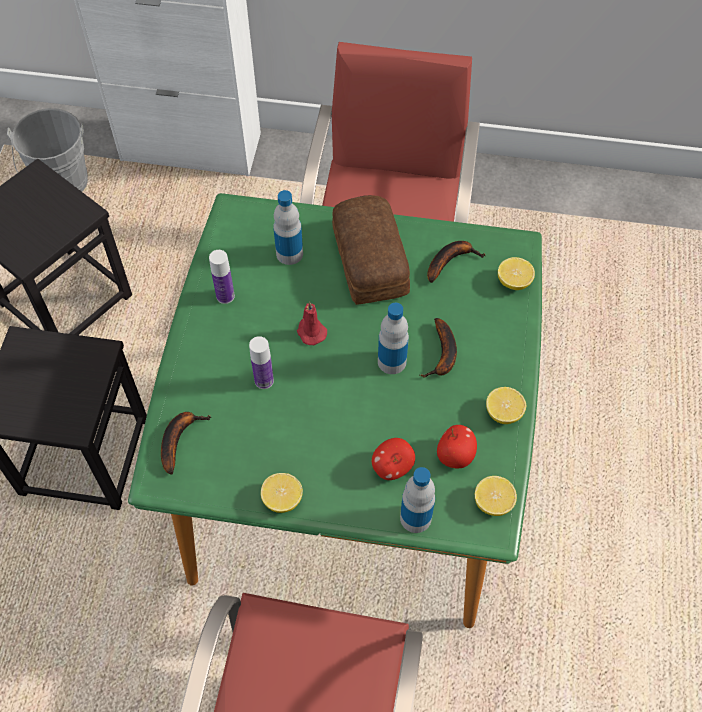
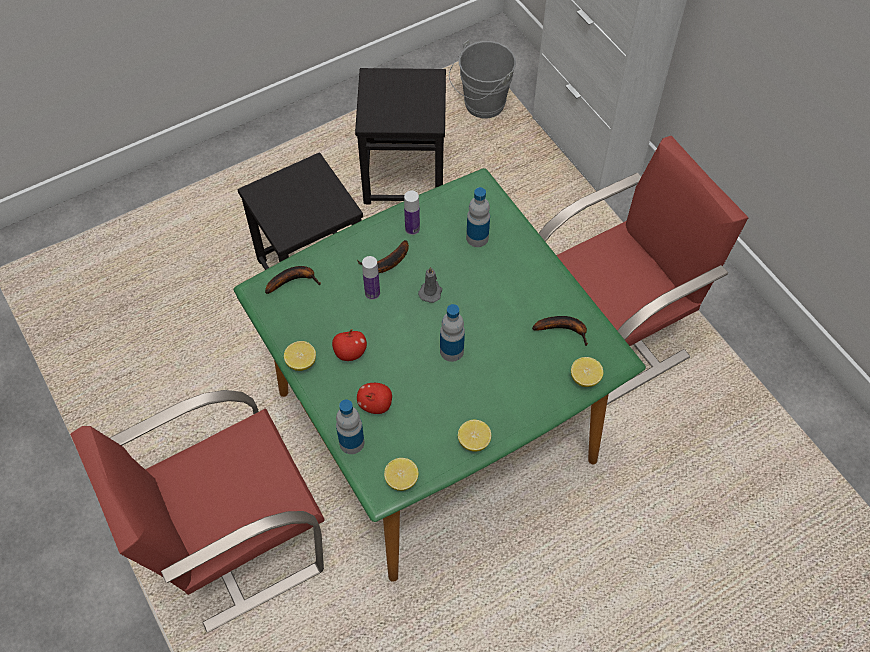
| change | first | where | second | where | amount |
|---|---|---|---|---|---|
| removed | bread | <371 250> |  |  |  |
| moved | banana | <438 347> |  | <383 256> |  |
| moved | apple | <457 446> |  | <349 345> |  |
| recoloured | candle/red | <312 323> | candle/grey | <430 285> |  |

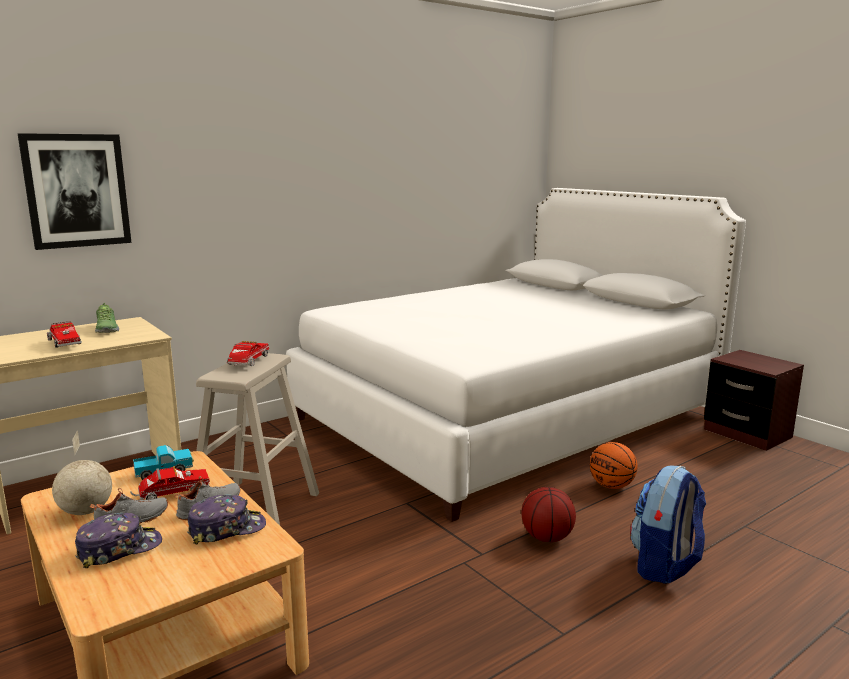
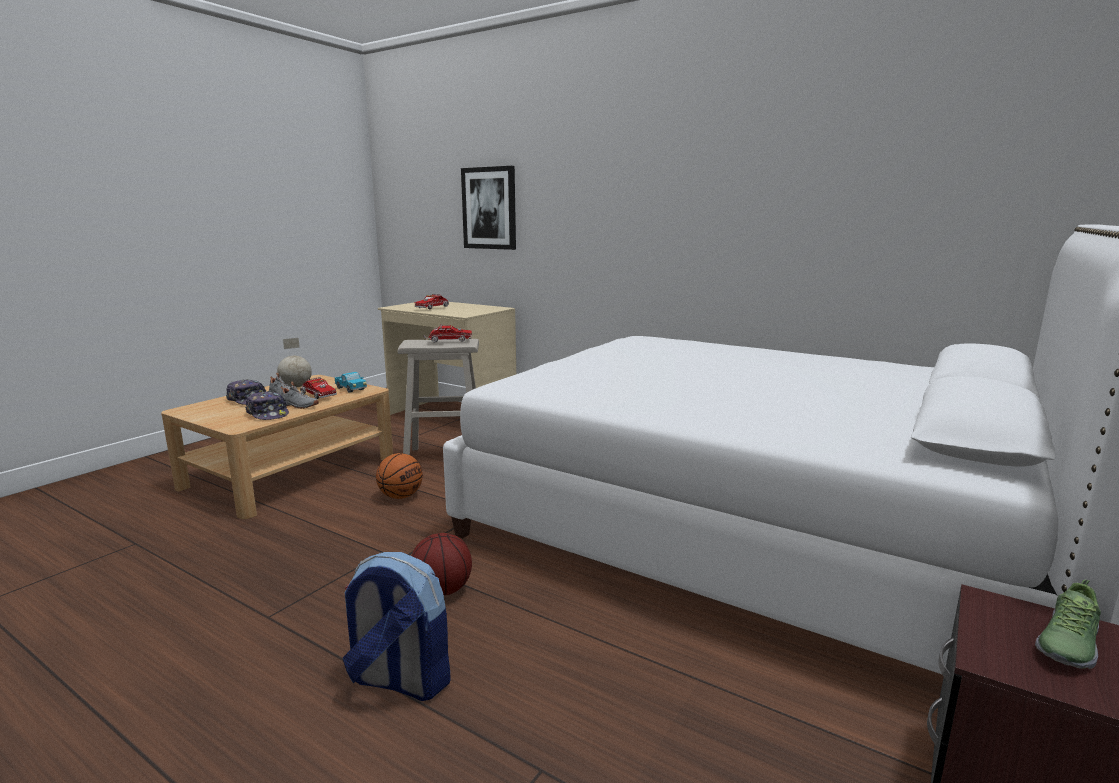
| change | first | where | second | where | amount |
|---|---|---|---|---|---|
| moved | shoe | <107 318> |  | <1068 624> |  |
| moved | basketball | <614 465> |  | <399 476> |  |

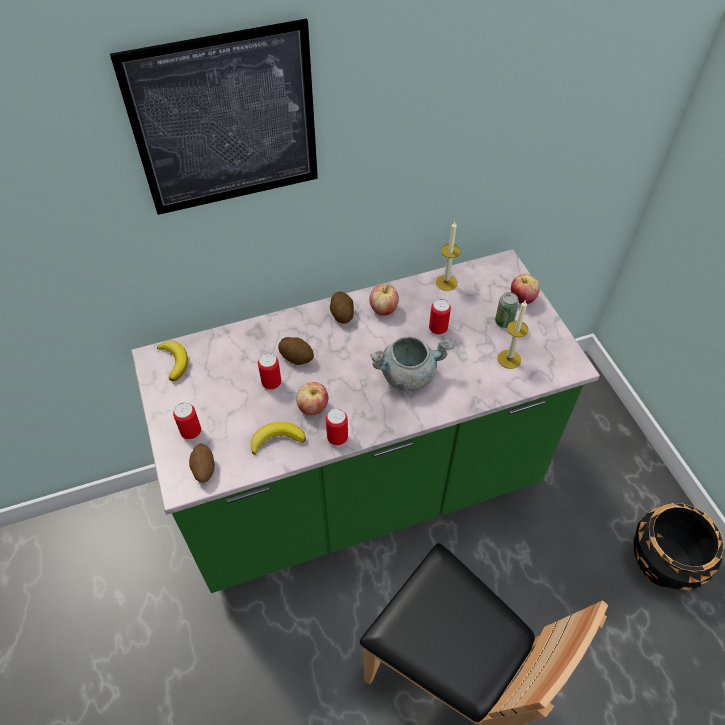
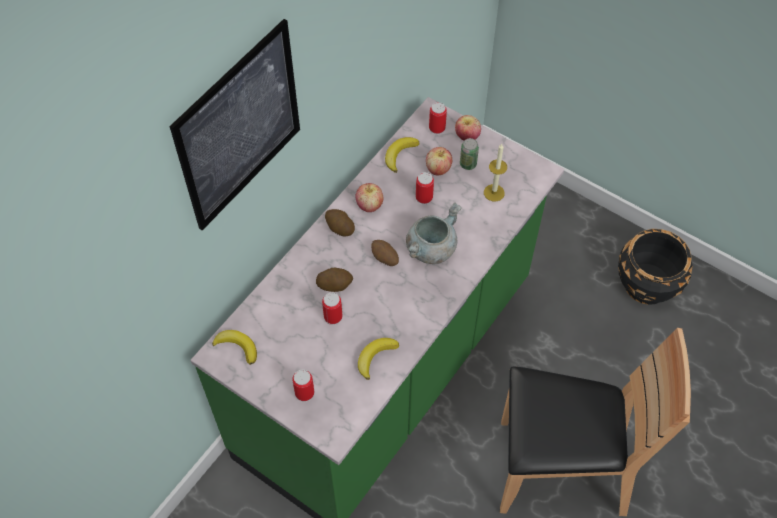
| change | first | where | second | where | amount |
|---|---|---|---|---|---|
| moved | potato | <202 463> |  | <385 253> |  |
| moved | apple | <312 398> |  | <439 161> |  |
| moved | can | <337 427> |  | <438 118> |  |
| replaced | candle | <448 256> | banana | <402 155> |  |

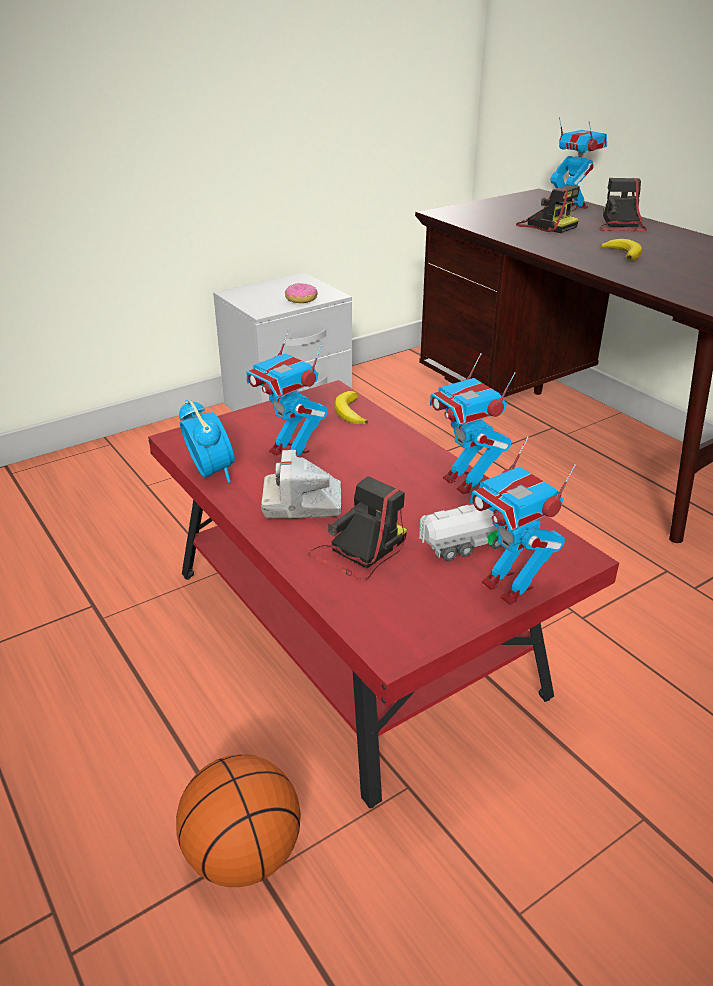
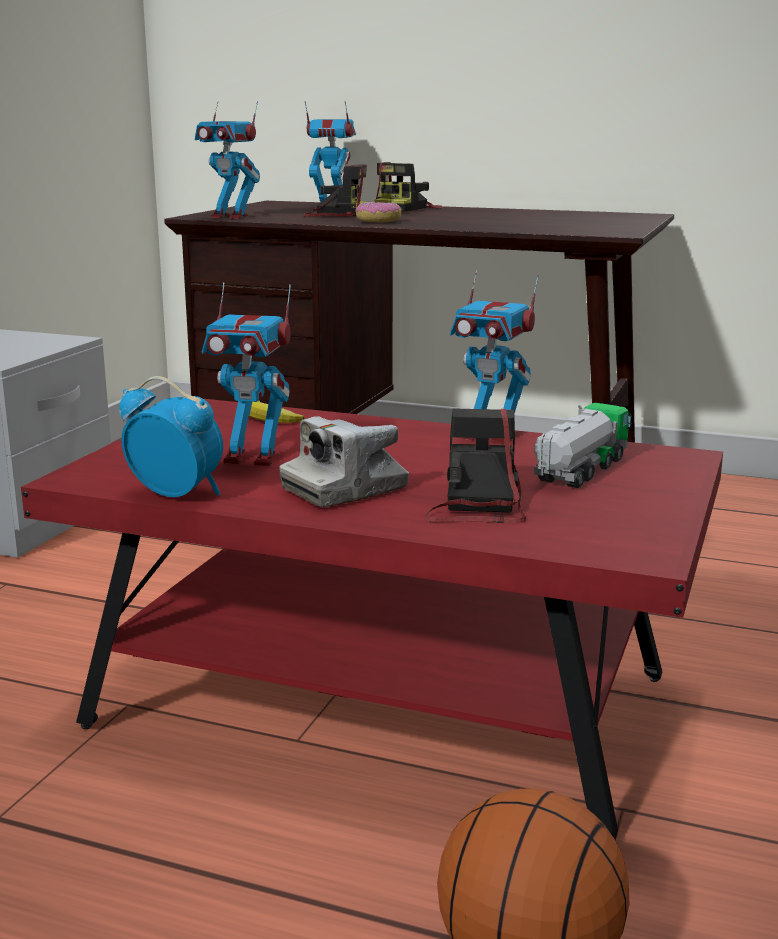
| change | first | where | second | where | amount |
|---|---|---|---|---|---|
| removed | banana | <621 250> |  |  |  |
| moved | donut | <301 293> |  | <379 212> |  |
| moved | toy robot | <522 521> |  | <227 160> |  |
| turned | photo camera | <623 204> |  | <409 187> | 120 degrees counterclockwise |

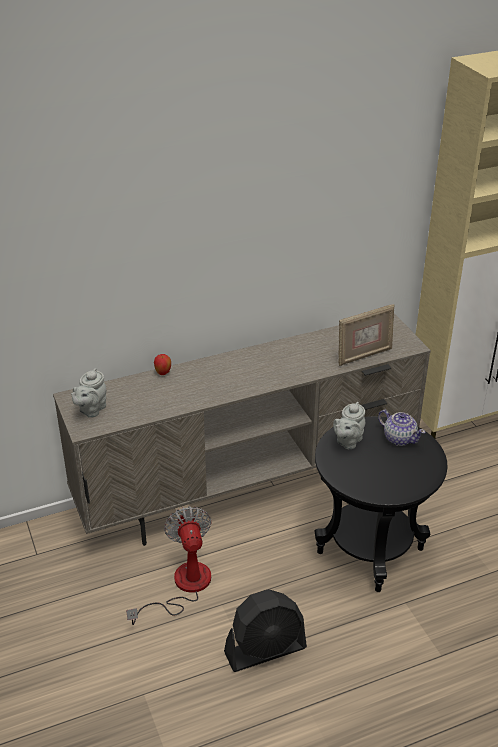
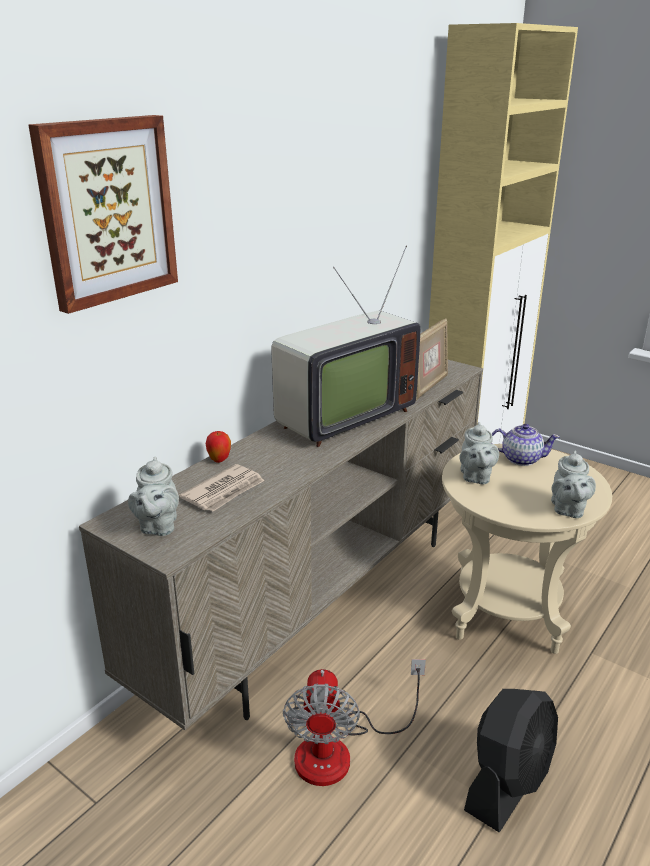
| change | first | where | second | where | amount |
|---|---|---|---|---|---|
| added |  |  | picture | <103 214> |  |
| added |  |  | newspaper | <221 487> |  |
| added |  |  | television | <346 346> |  |
| added |  |  | teapot/grey | <573 484> |  |
| recoloured | side table/black | <381 504> | side table/beige | <527 549> |  |
| turned | fan | <168 565> |  | <354 722> | 135 degrees counterclockwise |

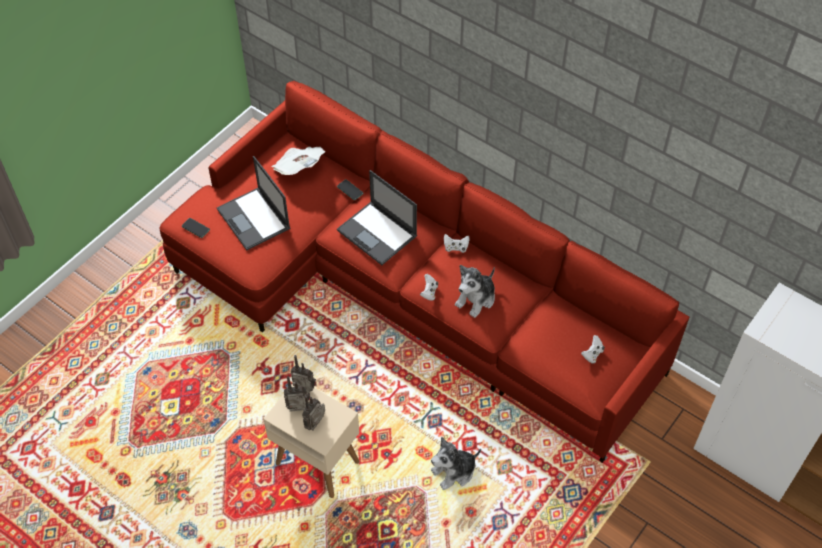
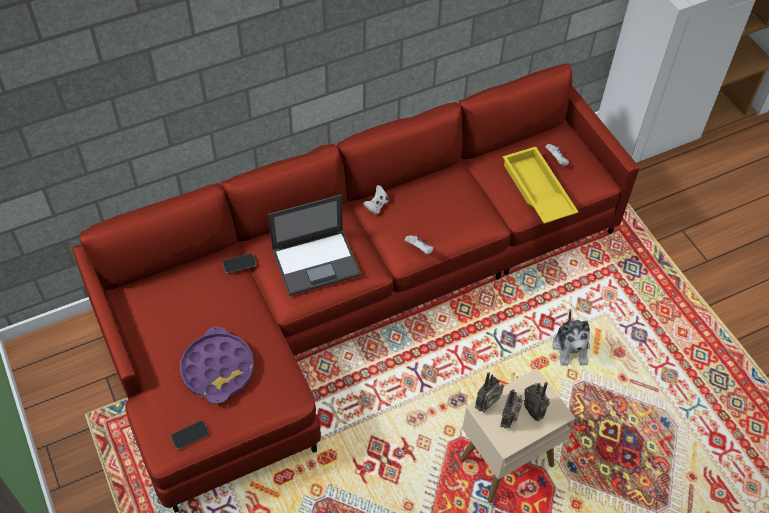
| change | first | where | second | where | amount |
|---|---|---|---|---|---|
| removed | newspaper | <298 161> |  |  |  |
| removed | plush toy | <475 291> |  |  |  |
| added |  |  | tray/yellow | <540 185> |  |
| replaced | laptop | <253 203> | tray/purple | <217 365> |  |

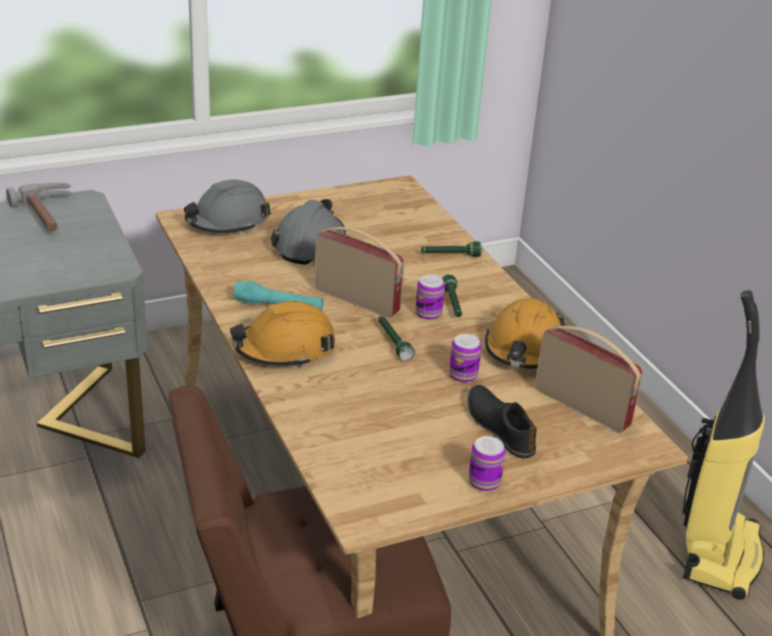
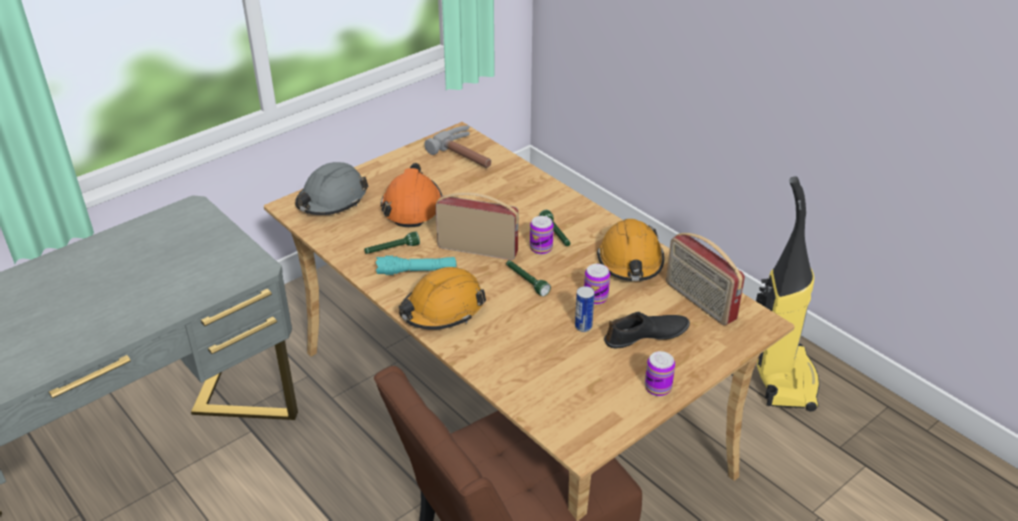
| change | first | where | second | where | amount |
|---|---|---|---|---|---|
| added |  |  | can | <585 309> |  |
| moved | hammer | <38 207> |  | <457 147> |  |
| moved | flashlight/green | <451 249> |  | <392 242> |  |
| recoloured | hard hat/grey | <308 232> | hard hat/orange | <411 195> |  |
| turned | shoe/black | <502 421> |  | <647 330> | 120 degrees clockwise |
| turned | radio | <589 379> |  | <705 279> | 150 degrees counterclockwise |

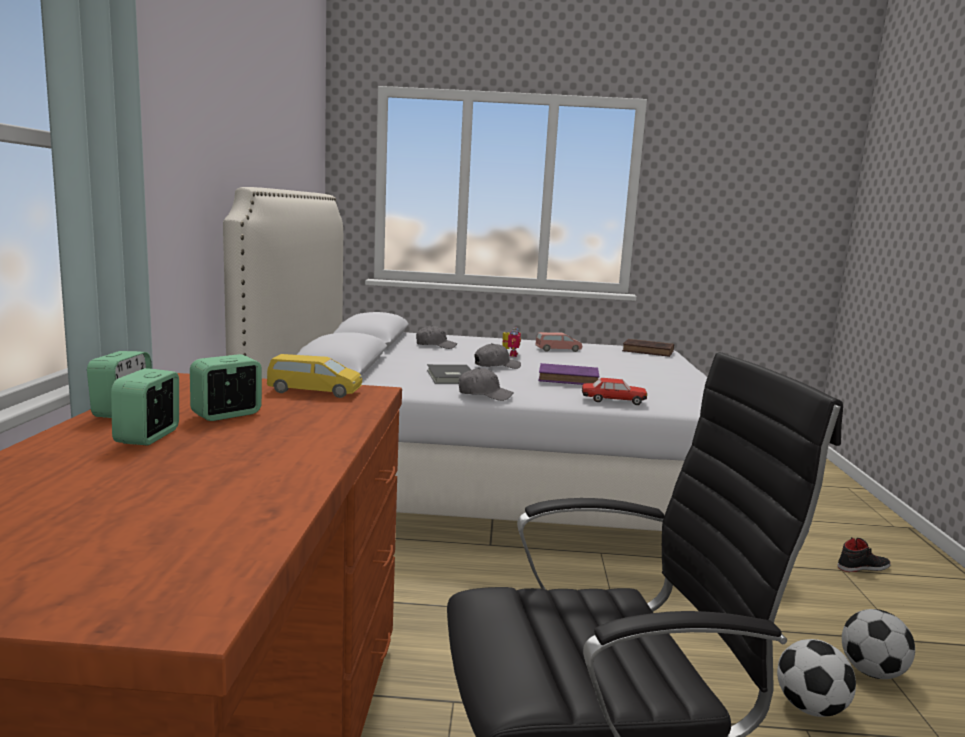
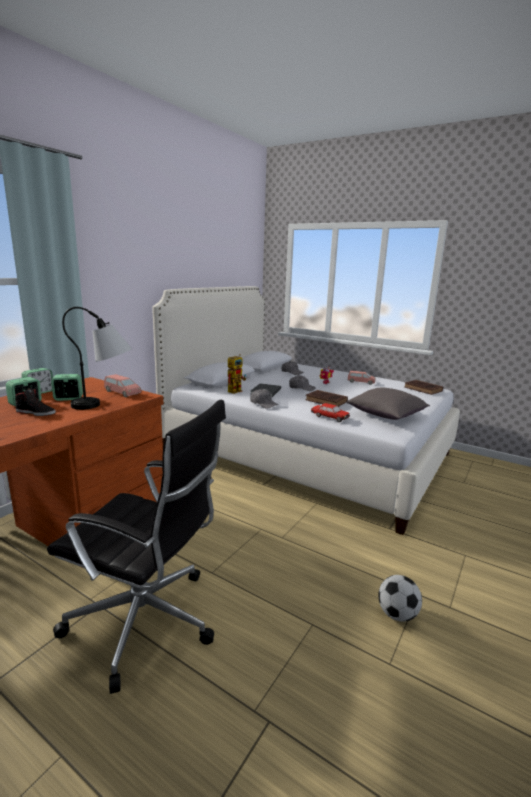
| change | first | where | second | where | amount |
|---|---|---|---|---|---|
| removed | football | <816 678> |  |  |  |
| added |  |  | table lamp | <97 358> |  |
| added |  |  | toy robot | <237 374> |  |
| added |  |  | pillow/grey | <388 404> |  |
| moved | shoe/black | <864 554> |  | <35 402> |  |
| recoloured | toy car/yellow | <314 376> | toy car/pink | <122 385> |  |
| recoloured | book/purple | <568 374> | book/brown | <327 398> |  |

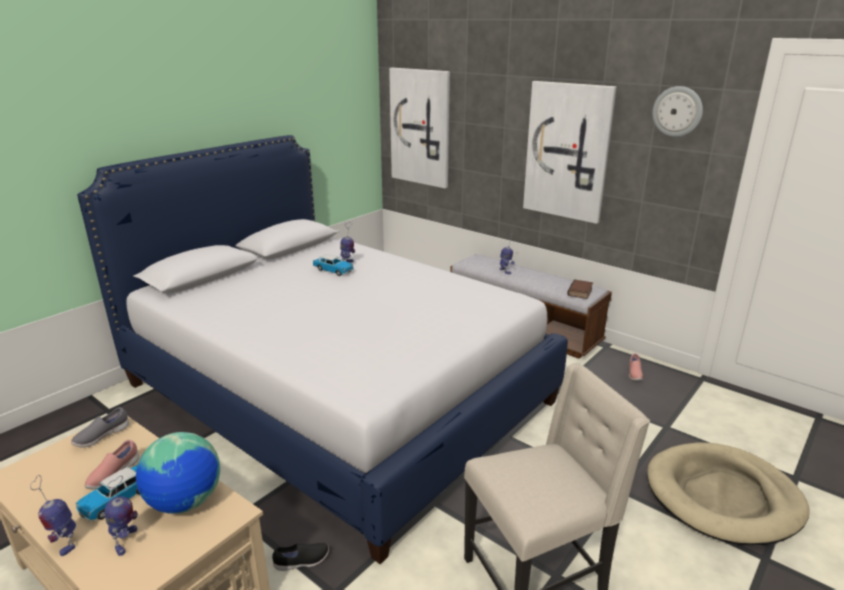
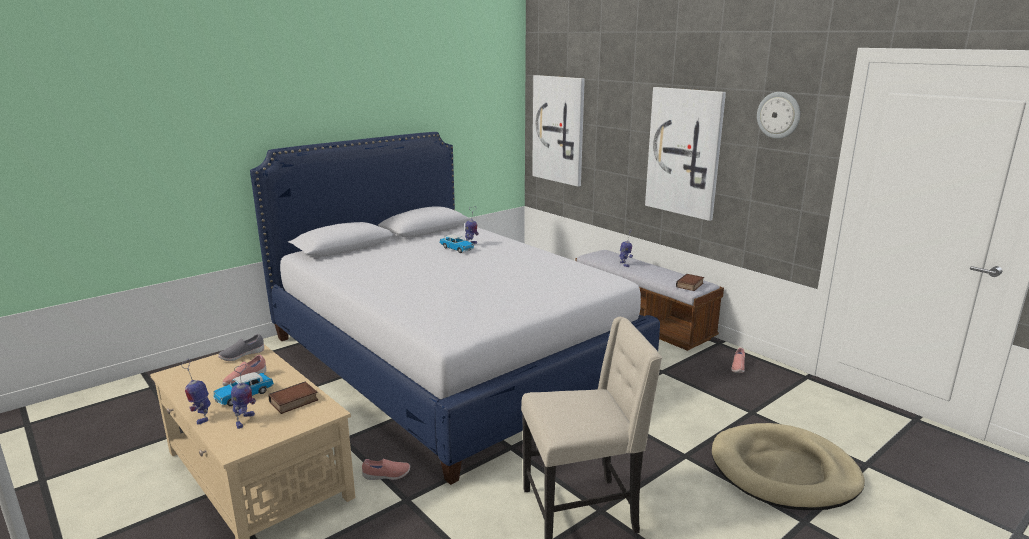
| change | first | where | second | where | amount |
|---|---|---|---|---|---|
| replaced | globe | <178 473> | book | <293 398> |  |
| recoloured | shoe/black | <300 557> | shoe/pink | <386 469> |  |

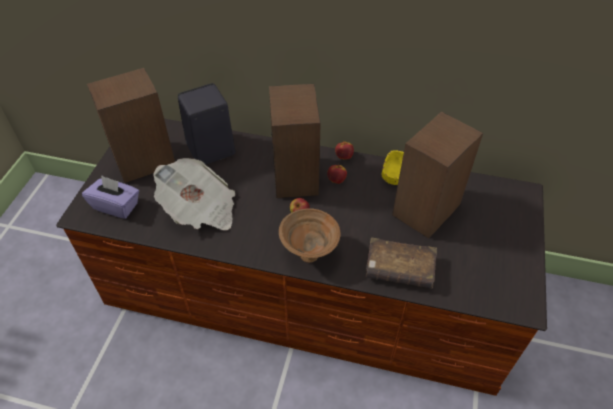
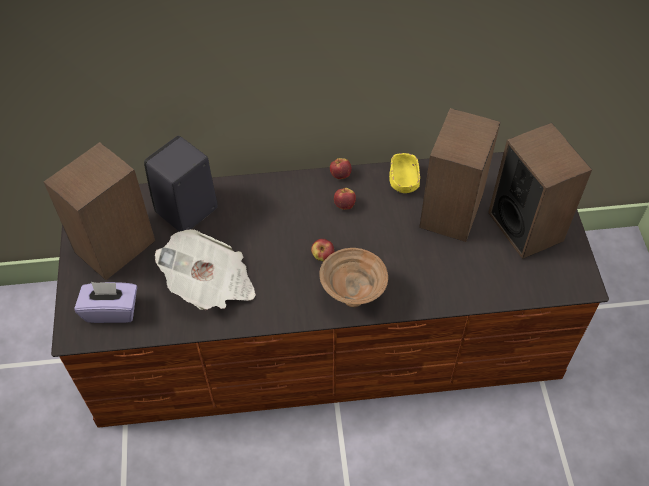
| change | first | where | second | where | amount |
|---|---|---|---|---|---|
| removed | book/brown | <401 263> |  |  |  |
| moved | speaker | <295 141> |  | <540 191> |  |

